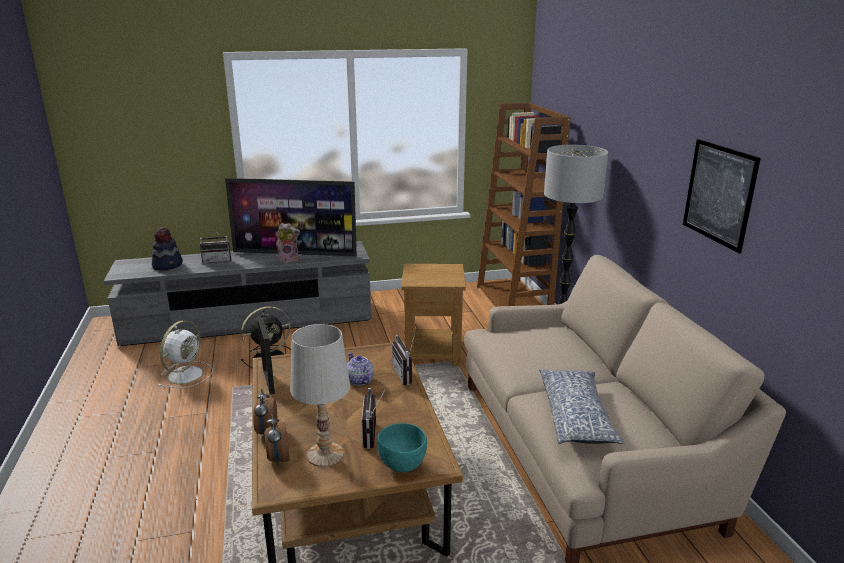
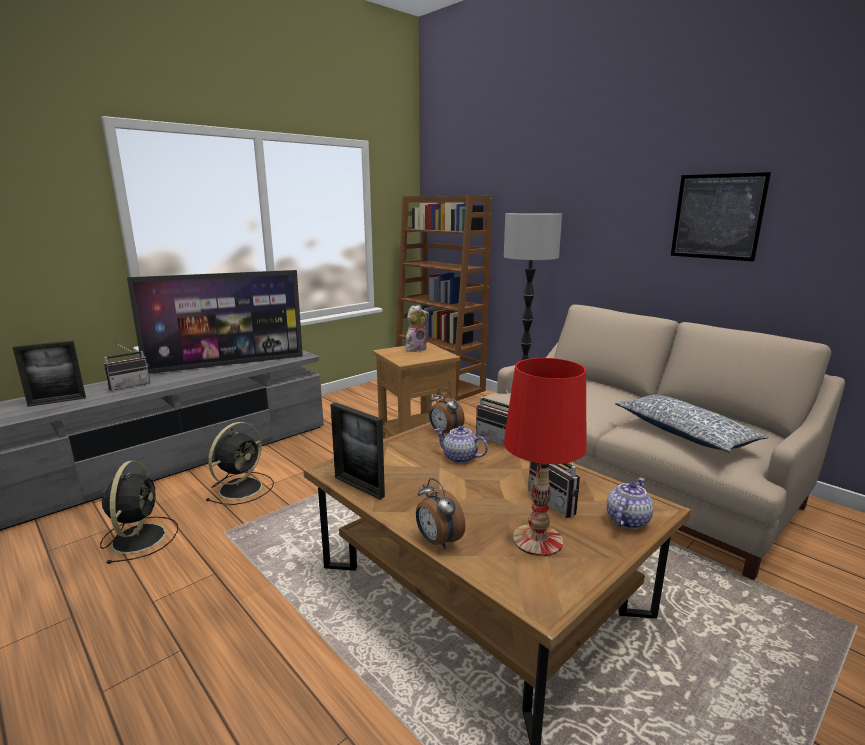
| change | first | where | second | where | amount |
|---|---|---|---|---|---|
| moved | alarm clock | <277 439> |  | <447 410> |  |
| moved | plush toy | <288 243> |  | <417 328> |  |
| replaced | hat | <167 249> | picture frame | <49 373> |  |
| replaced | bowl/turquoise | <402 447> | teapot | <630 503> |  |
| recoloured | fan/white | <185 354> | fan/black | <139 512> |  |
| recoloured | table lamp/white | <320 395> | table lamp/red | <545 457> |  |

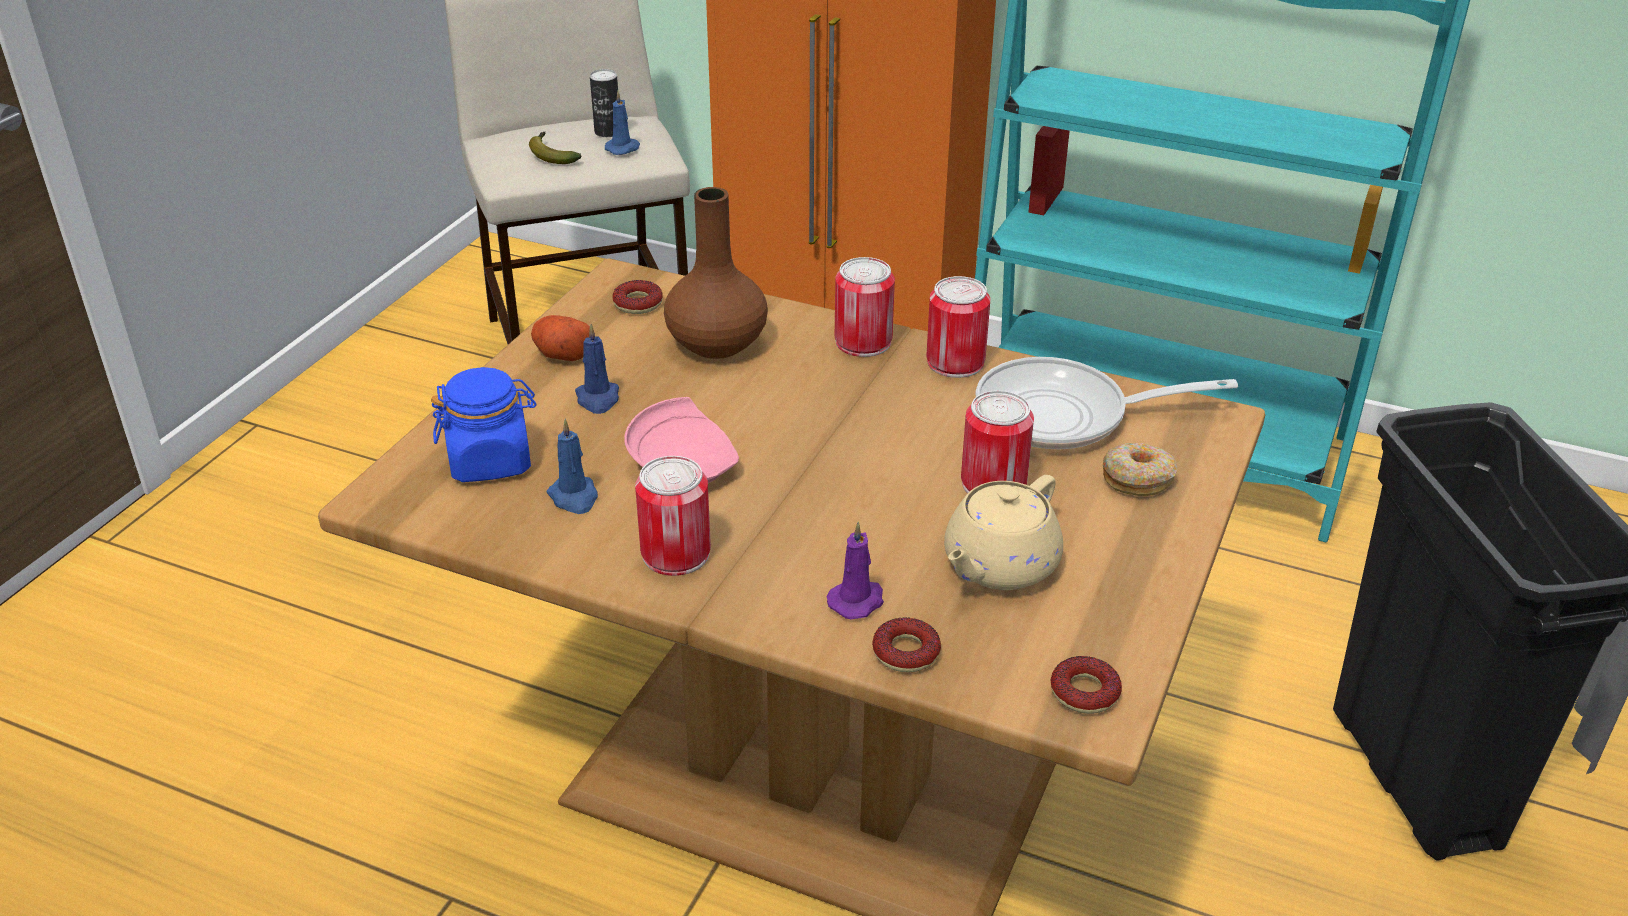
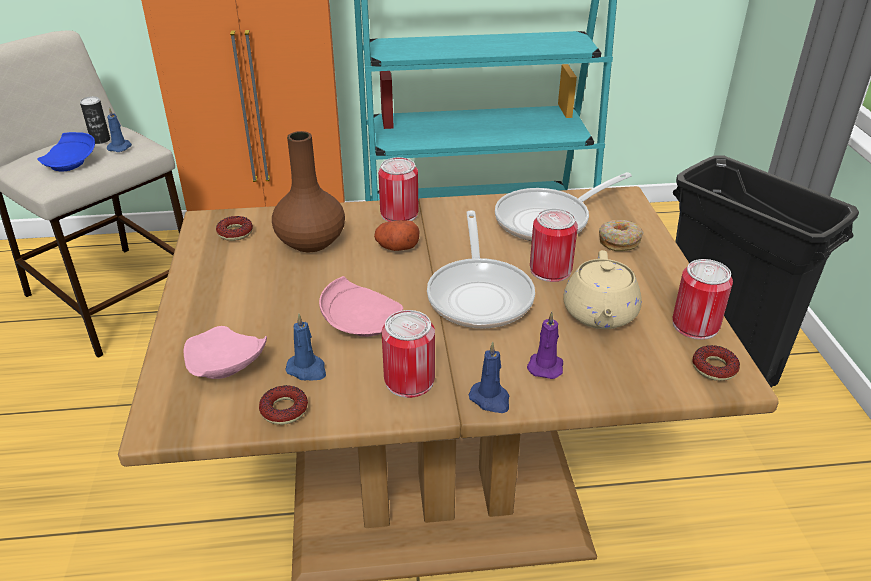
| change | first | where | second | where | amount |
|---|---|---|---|---|---|
| added |  |  | frying pan | <481 269> |  |
| moved | potato | <560 338> |  | <397 235> |  |
| moved | candle/blue | <597 369> |  | <489 377> |  |
| moved | donut | <906 645> |  | <283 405> |  |
| moved | can | <958 327> |  | <703 299> |  |
| replaced | jar/blue | <483 424> | plate/pink | <225 352> |  |
| replaced | banana | <555 148> | plate/blue | <66 151> |  |

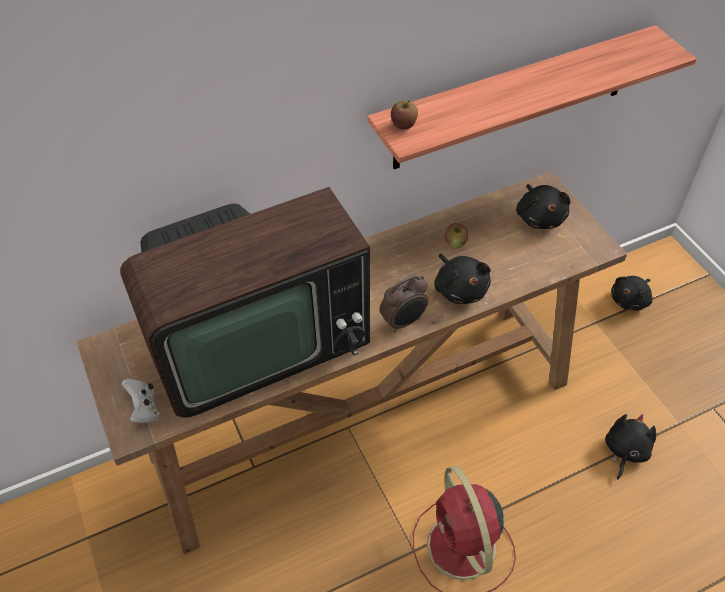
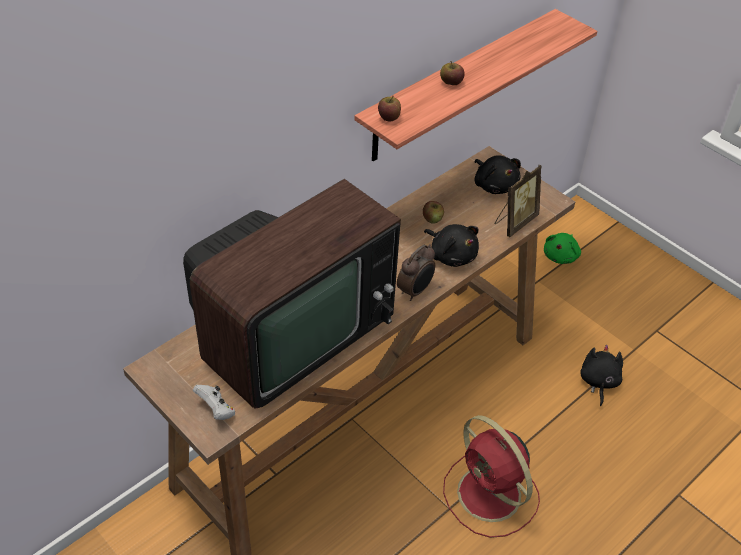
| change | first | where | second | where | amount |
|---|---|---|---|---|---|
| added |  |  | apple | <452 73> |  |
| added |  |  | picture frame | <518 201> |  |
| recoloured | plush toy/black | <632 293> | plush toy/green | <562 248> |  |

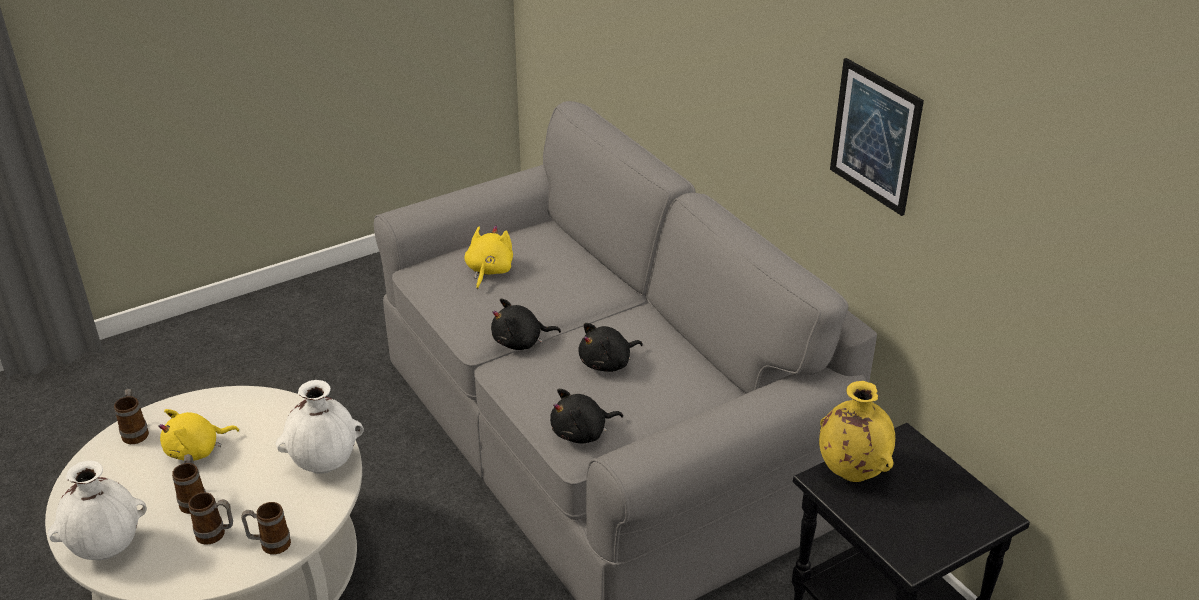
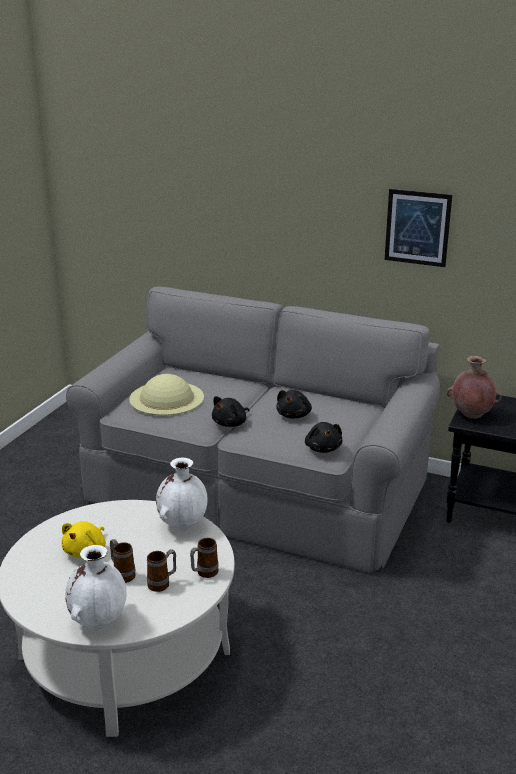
| change | first | where | second | where | amount |
|---|---|---|---|---|---|
| removed | mug | <131 416> |  |  |  |
| replaced | plush toy/yellow | <488 257> | hat/beige | <166 395> |  |
| recoloured | vase/yellow | <857 431> | vase/brown | <474 387> |  |
| turned | plush toy/black | <586 416> |  | <323 437> | 45 degrees counterclockwise |

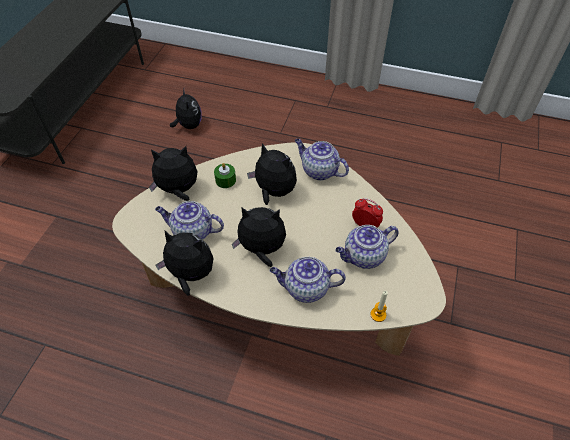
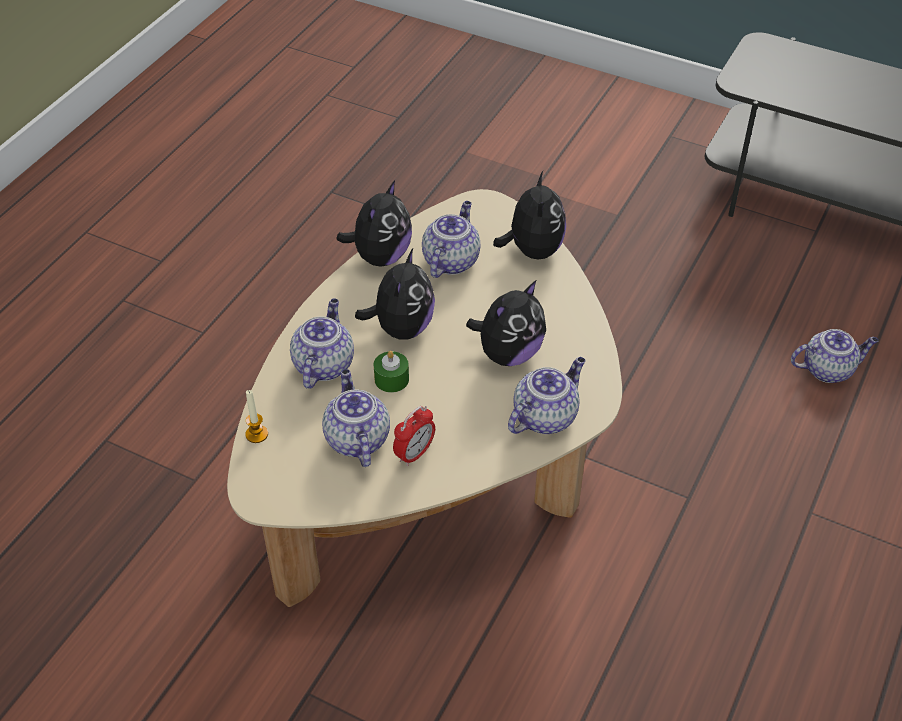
| change | first | where | second | where | amount |
|---|---|---|---|---|---|
| moved | candle/green | <225 175> |  | <391 372> |  |
| replaced | plush toy | <186 109> | teapot | <835 356> |  |

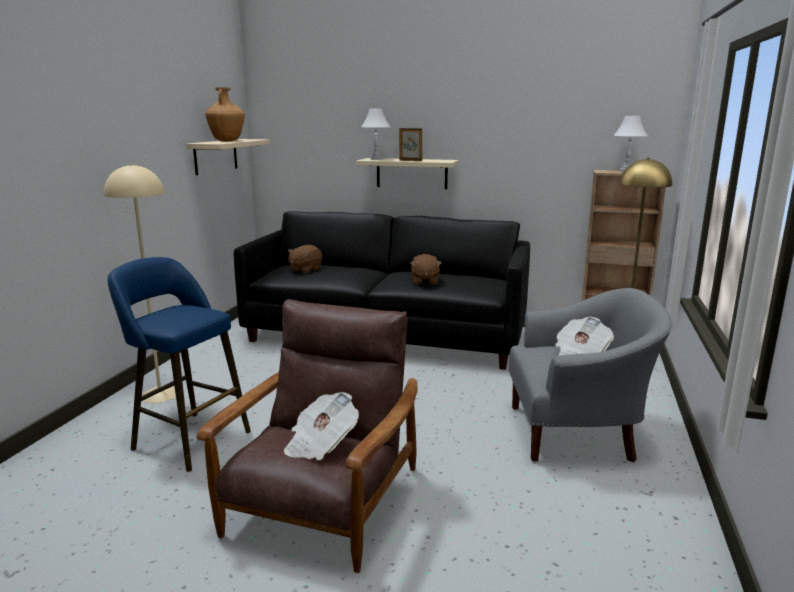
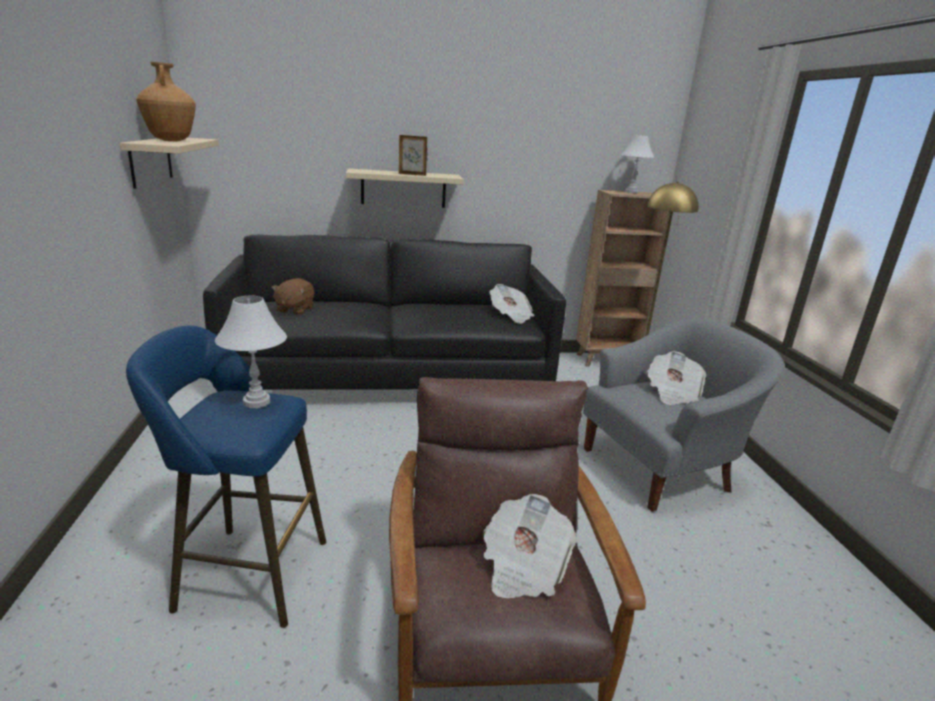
| change | first | where | second | where | amount |
|---|---|---|---|---|---|
| removed | floor lamp/beige | <140 283> |  |  |  |
| removed | plush toy/brown | <426 269> |  |  |  |
| added |  |  | newspaper | <512 304> |  |
| moved | table lamp/white | <375 134> |  | <251 352> |  |

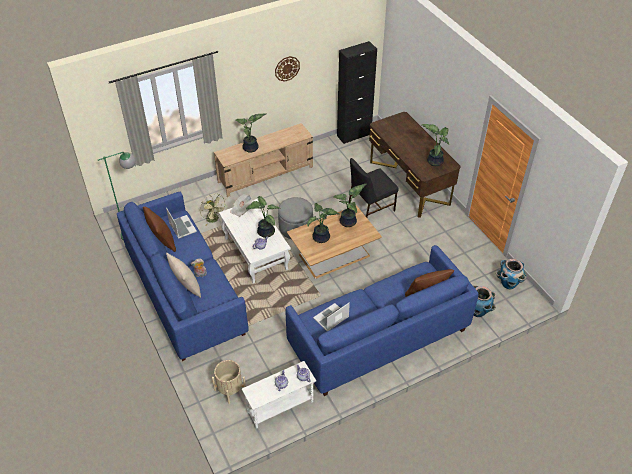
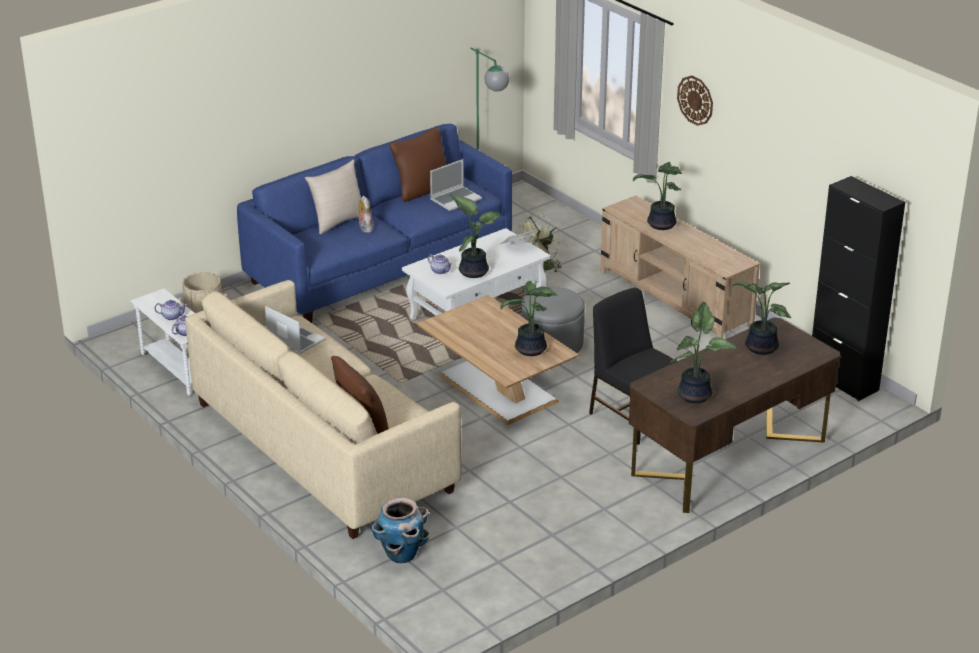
| change | first | where | second | where | amount |
|---|---|---|---|---|---|
| removed | planter | <511 274> |  |  |  |
| moved | wall clock | <287 69> |  | <695 101> |  |
| moved | potted plant | <323 223> |  | <761 318> |  |
| recoloured | sofa/blue | <382 320> | sofa/beige | <323 409> |  |

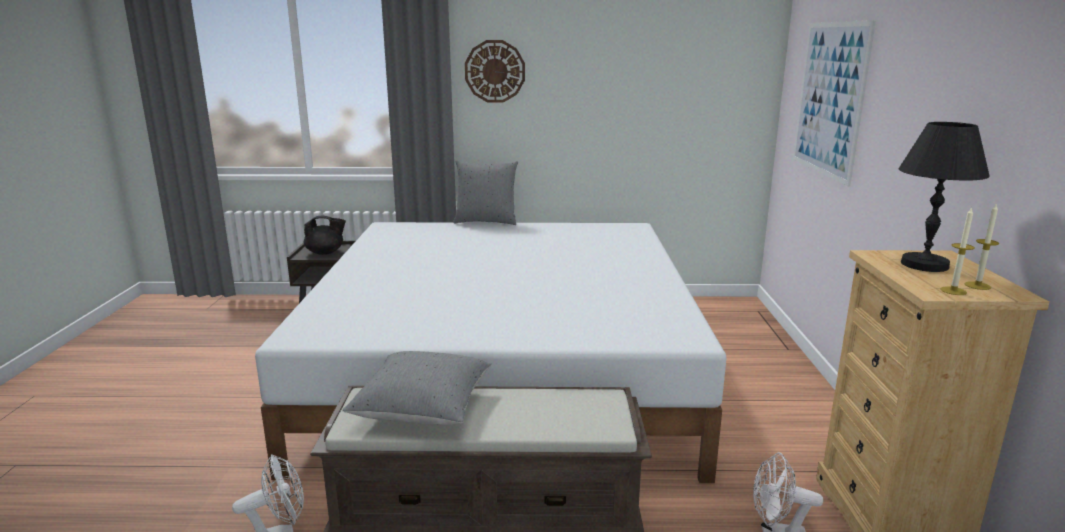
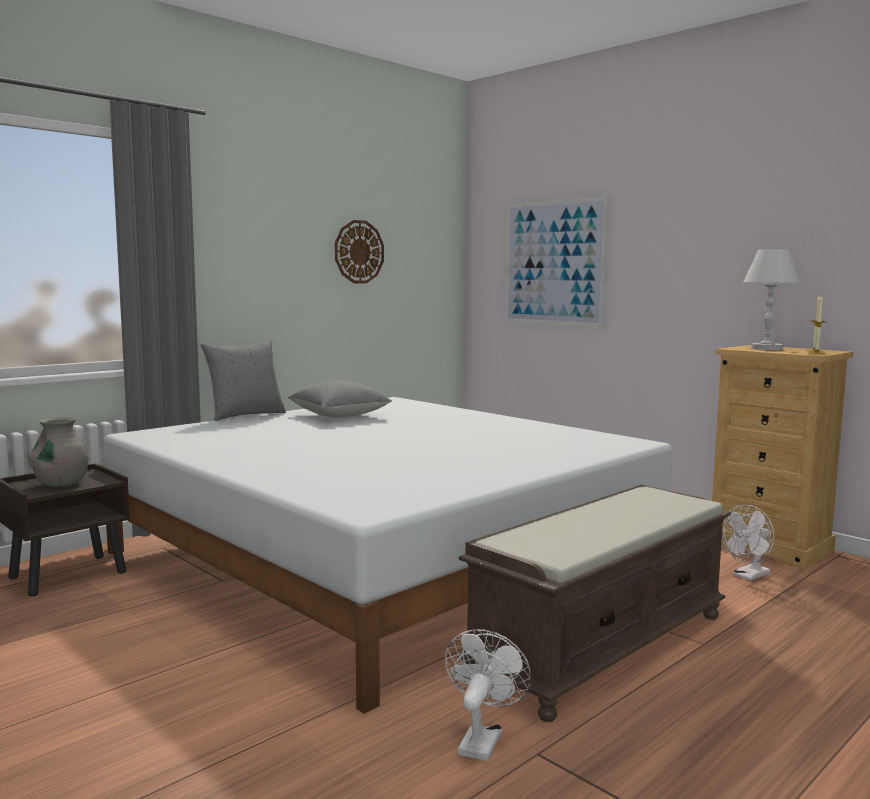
| change | first | where | second | where | amount |
|---|---|---|---|---|---|
| moved | pillow/grey | <417 388> |  | <340 399> |  |
| moved | wall clock | <495 71> |  | <359 251> |  |
| replaced | teapot/black | <325 235> | vase/grey | <59 452> |  |
| recoloured | table lamp/black | <944 197> | table lamp/white | <772 299> |  |

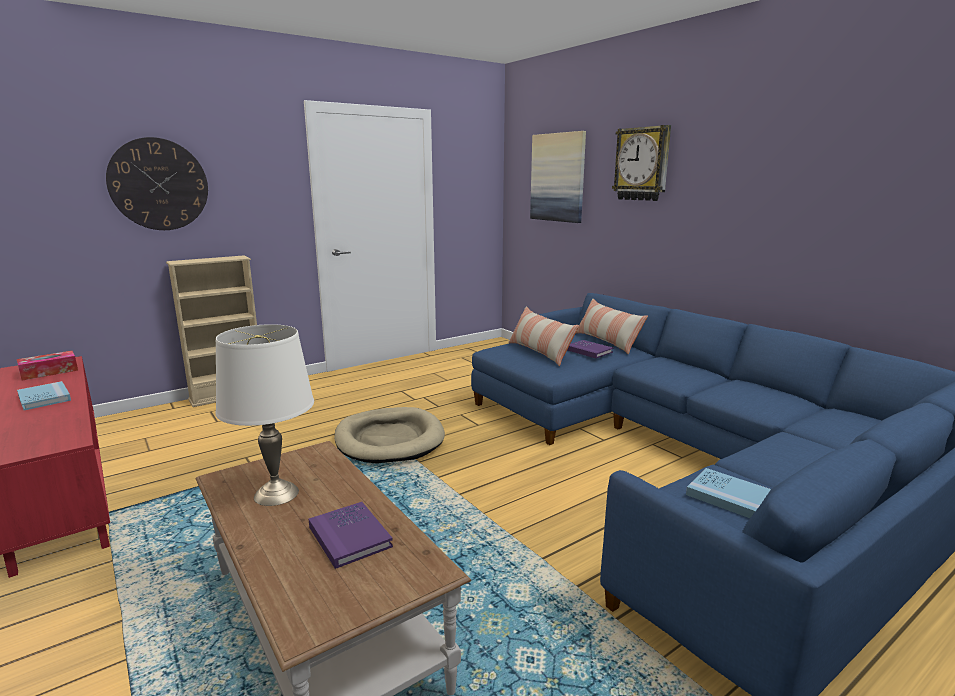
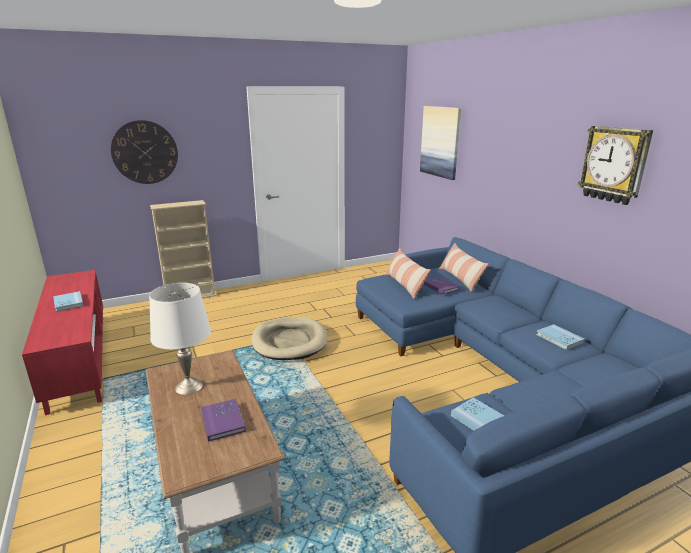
| change | first | where | second | where | amount |
|---|---|---|---|---|---|
| removed | tissue box | <47 365> |  |  |  |
| added |  |  | book/blue | <560 337> |  |
| moved | wall clock | <641 163> |  | <615 165> |  |

